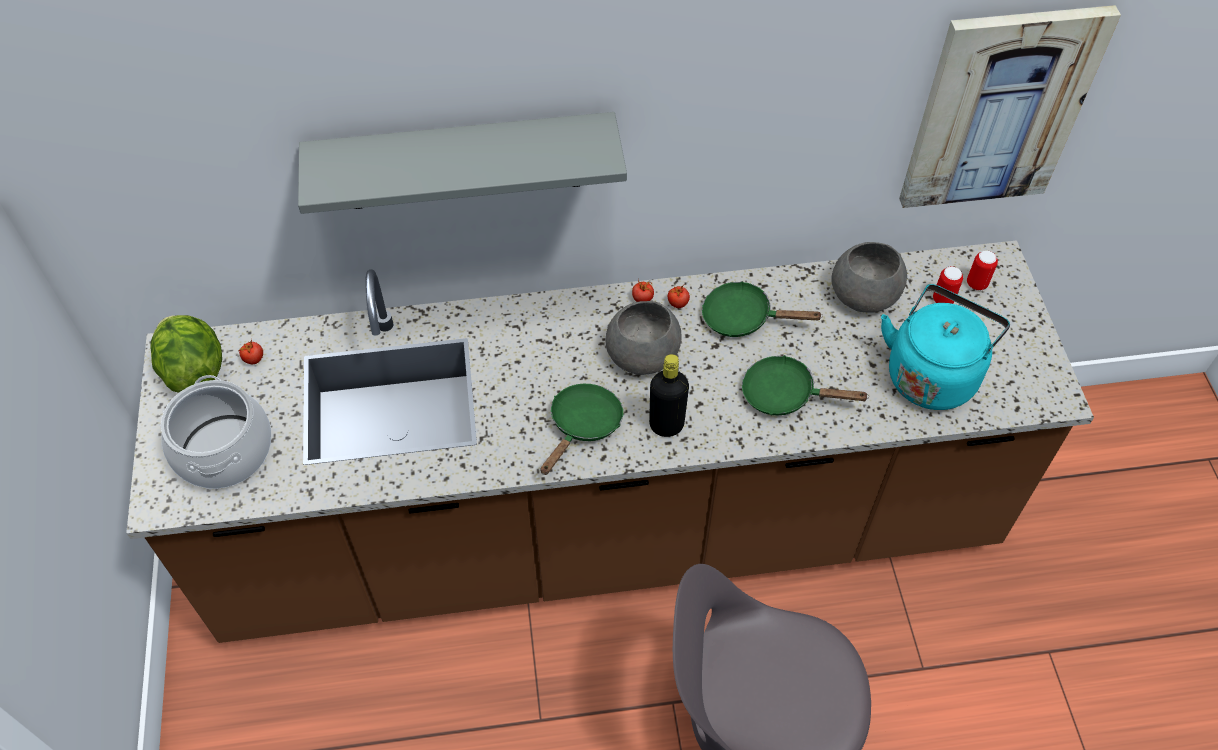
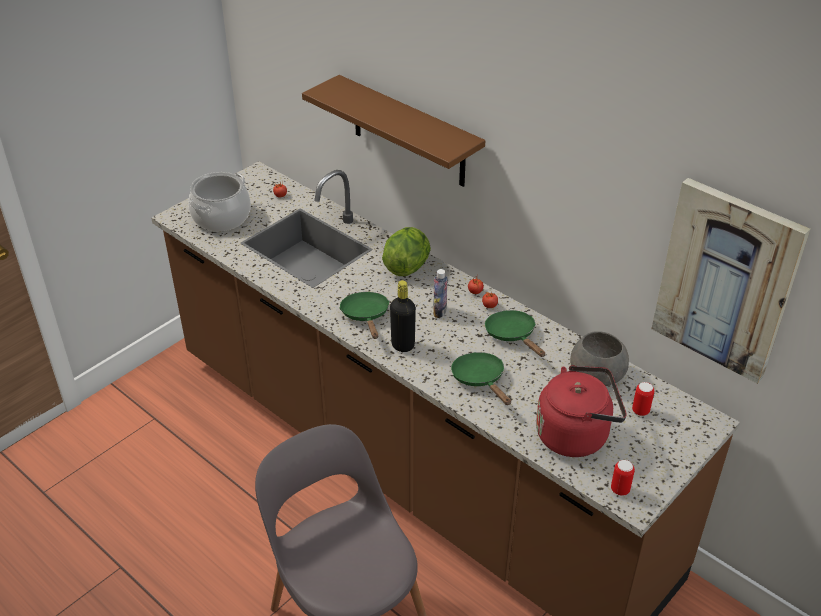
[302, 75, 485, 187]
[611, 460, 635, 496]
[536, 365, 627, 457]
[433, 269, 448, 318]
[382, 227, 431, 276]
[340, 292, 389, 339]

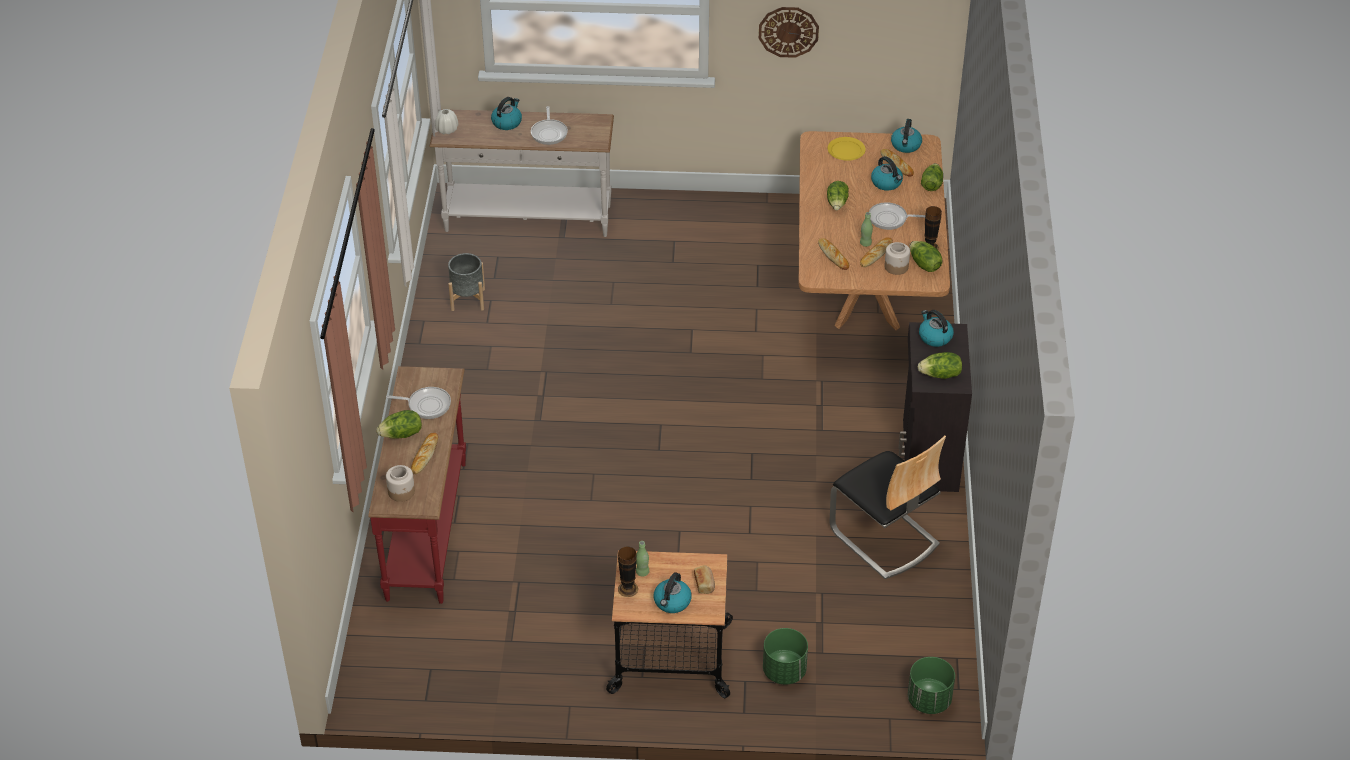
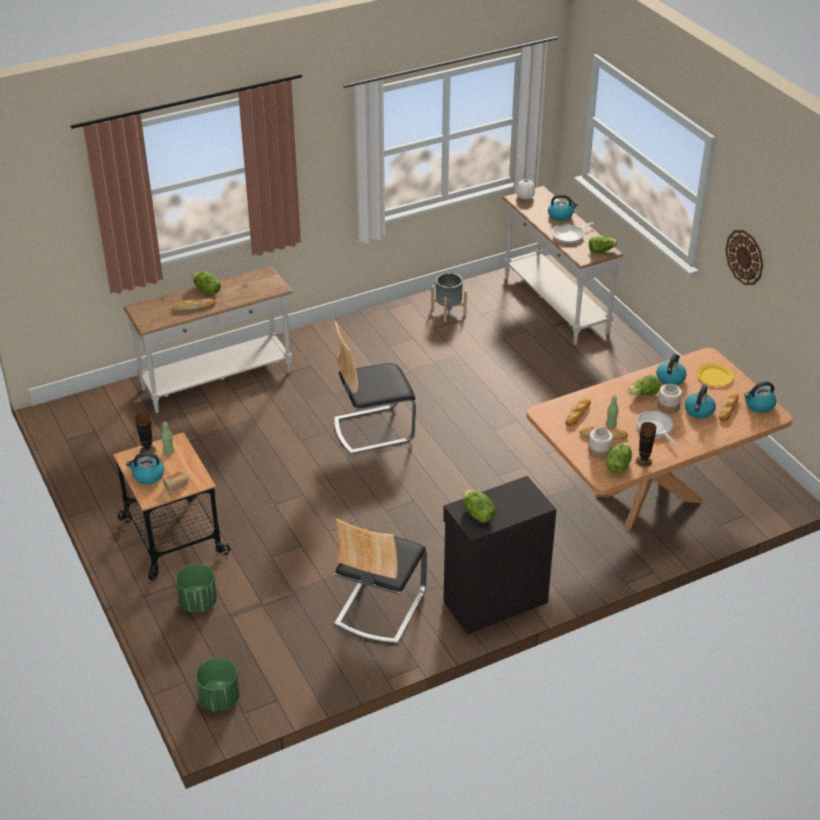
[589, 236, 618, 254]
[656, 354, 687, 385]
[123, 266, 293, 413]
[386, 387, 451, 419] (first image)
[657, 384, 682, 414]
[334, 321, 416, 454]

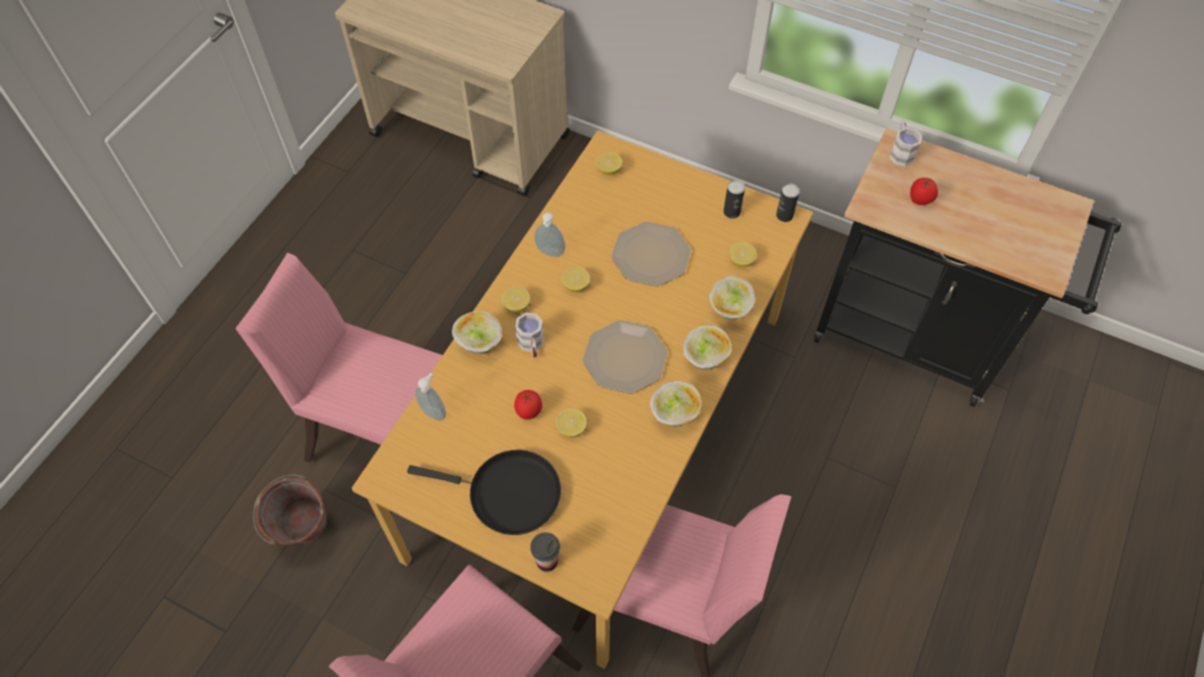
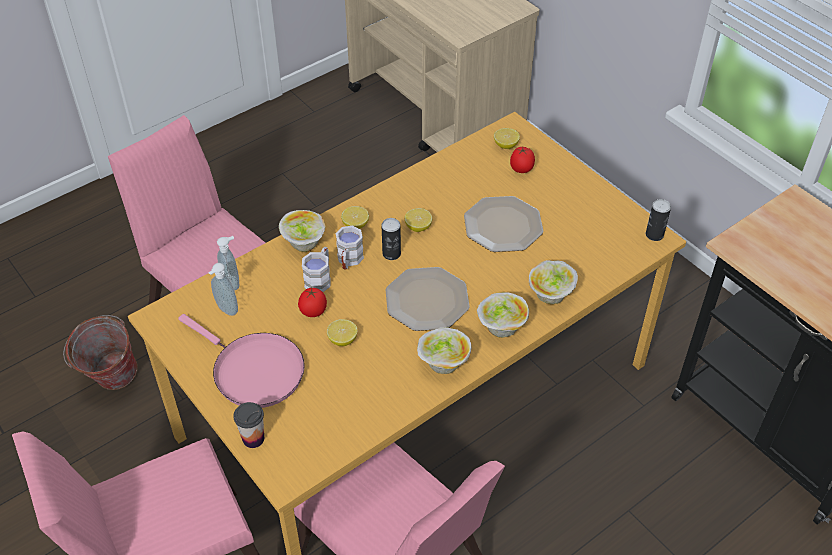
[302, 247, 331, 292]
[510, 147, 535, 173]
[382, 218, 401, 260]
[208, 263, 238, 316]
[729, 242, 757, 267] (first image)
[178, 314, 305, 408]

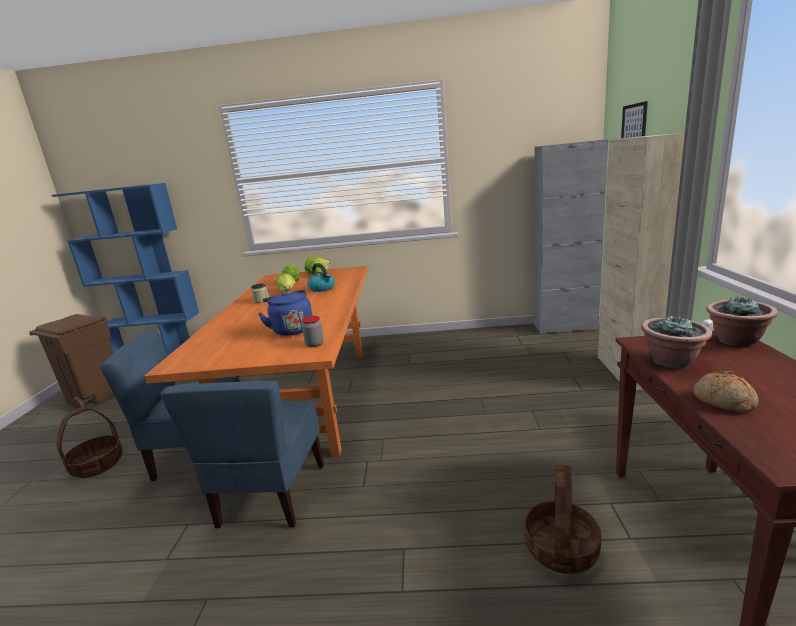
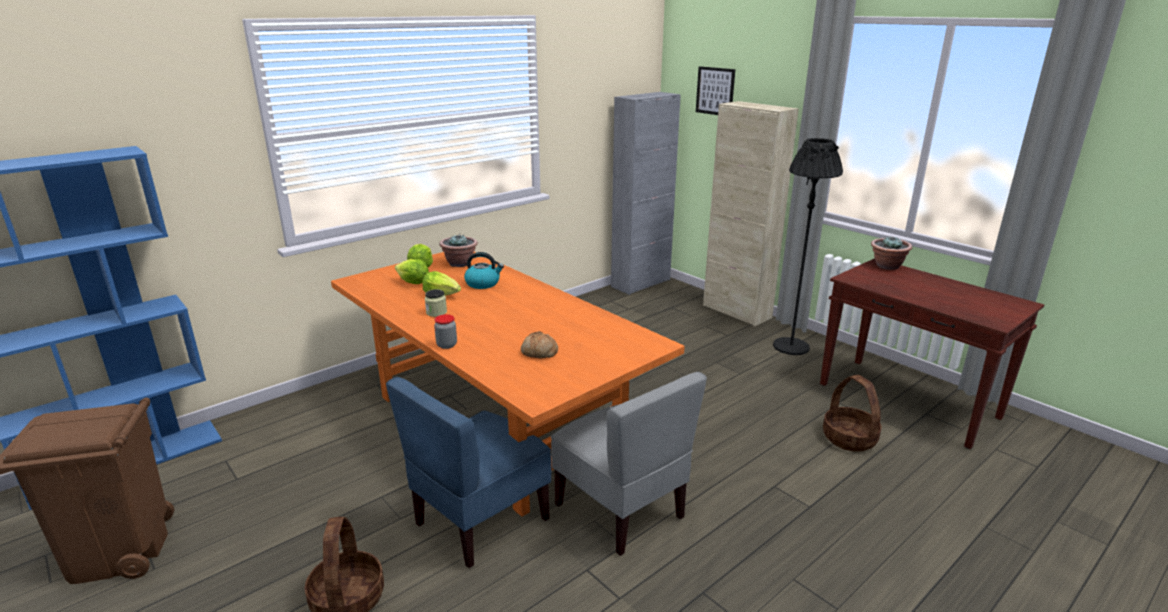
[258, 290, 312, 336] (first image)
[439, 234, 478, 267]
[434, 314, 457, 349]
[521, 331, 558, 358]
[551, 372, 707, 556]
[773, 138, 843, 355]

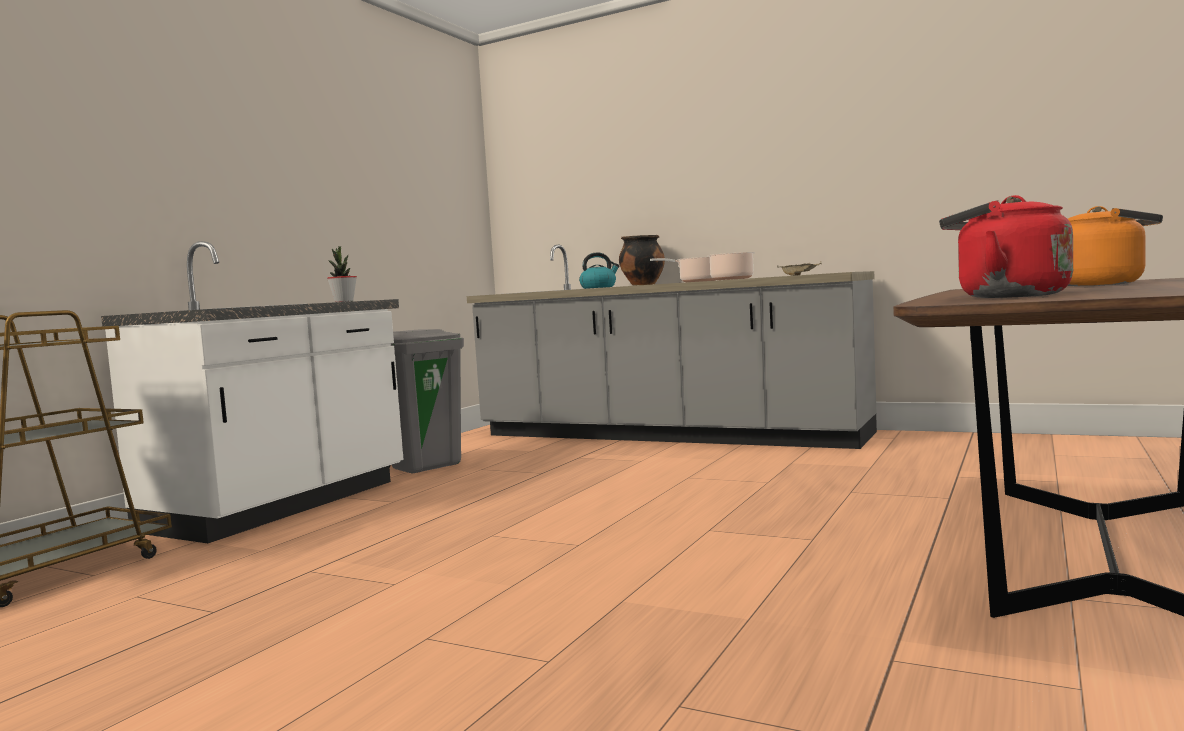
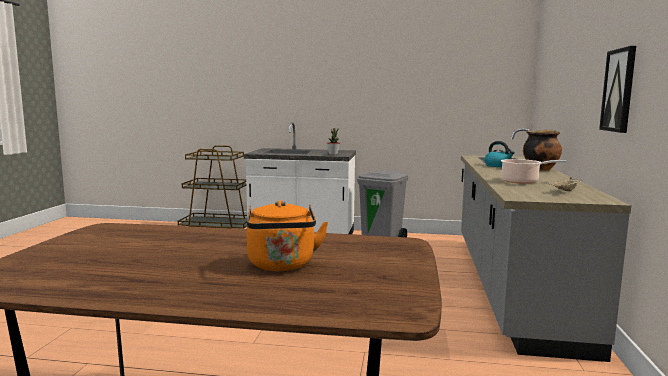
[939, 195, 1073, 298] (first image)
[650, 257, 715, 282] (first image)
[599, 46, 636, 133]

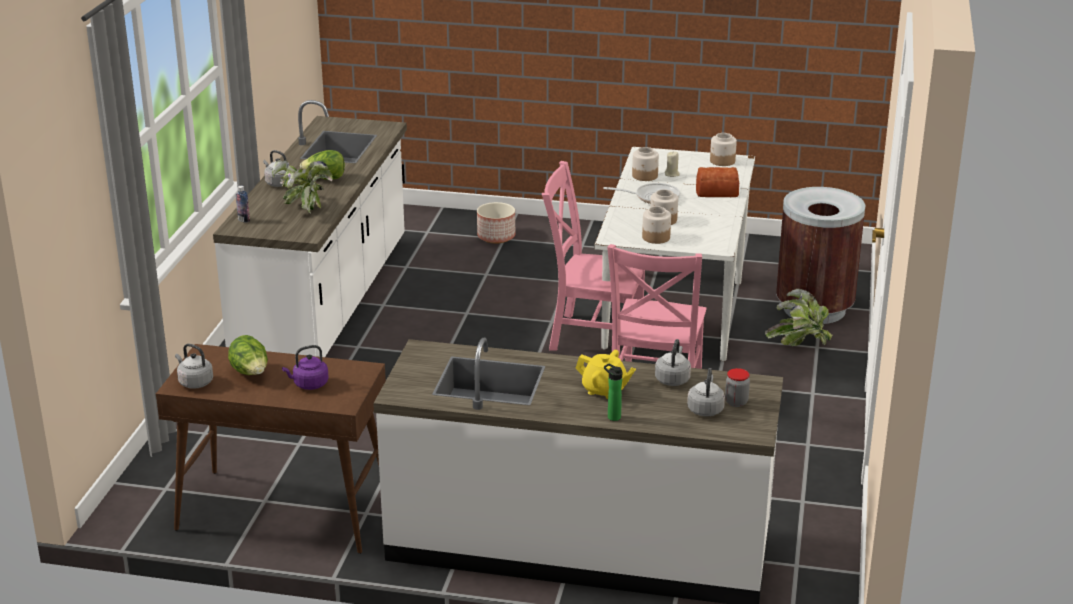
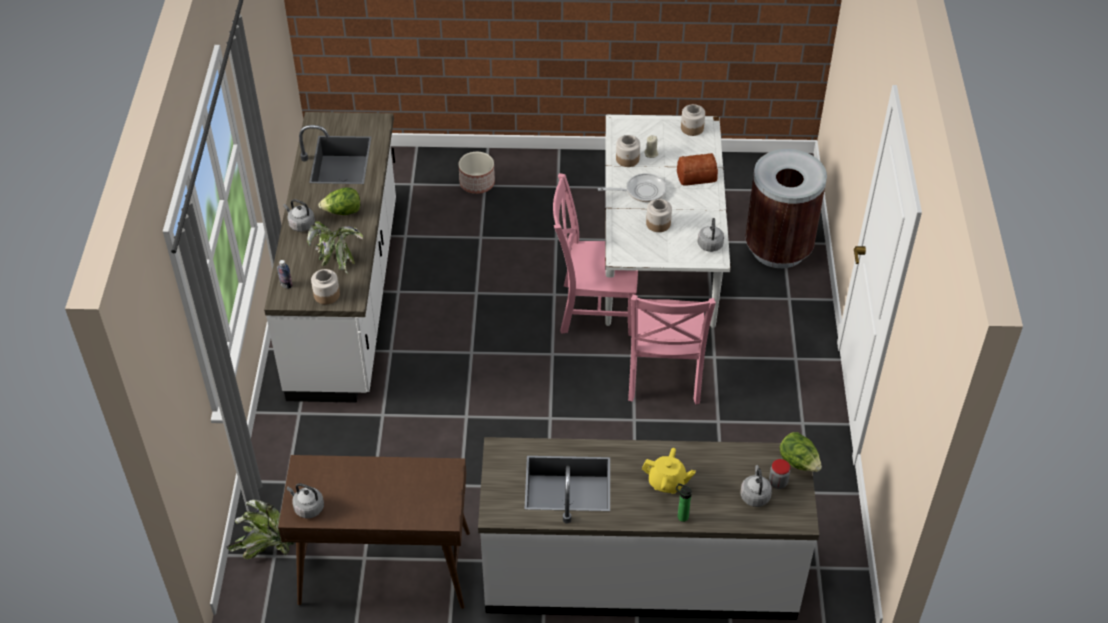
[311, 269, 340, 305]
[226, 500, 294, 559]
[779, 432, 822, 472]
[697, 218, 724, 252]
[282, 345, 329, 390] (first image)

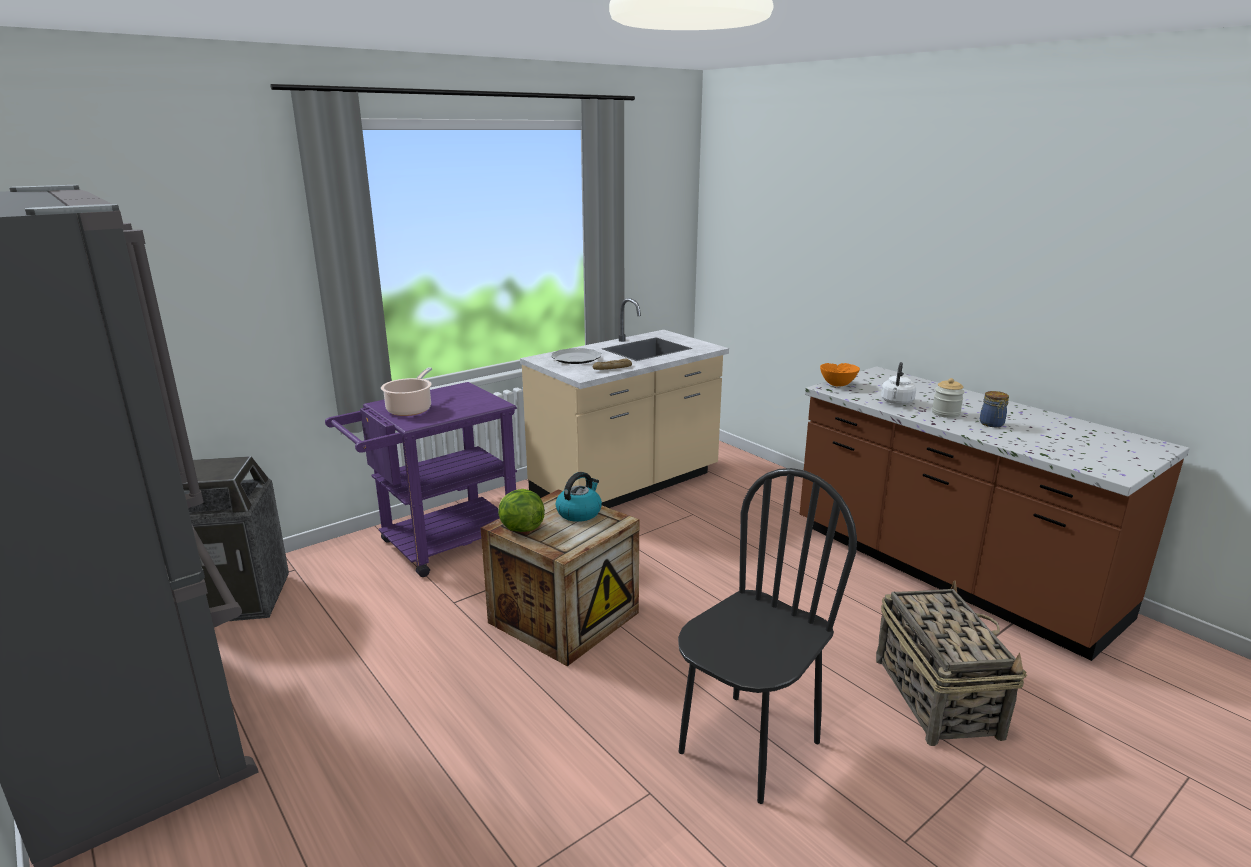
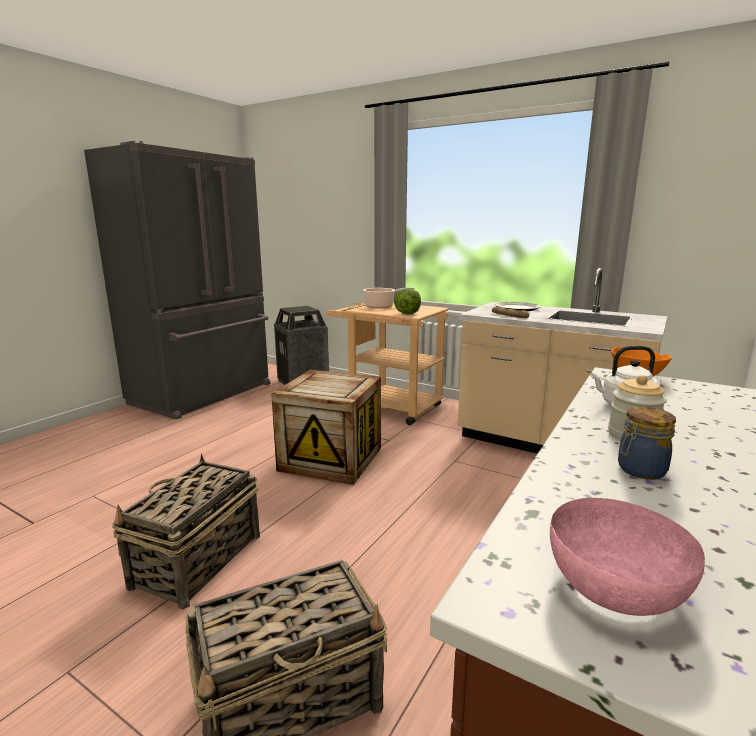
[326, 303, 448, 425]
[112, 454, 260, 610]
[556, 472, 602, 522] (first image)
[394, 289, 421, 314]
[550, 498, 705, 616]

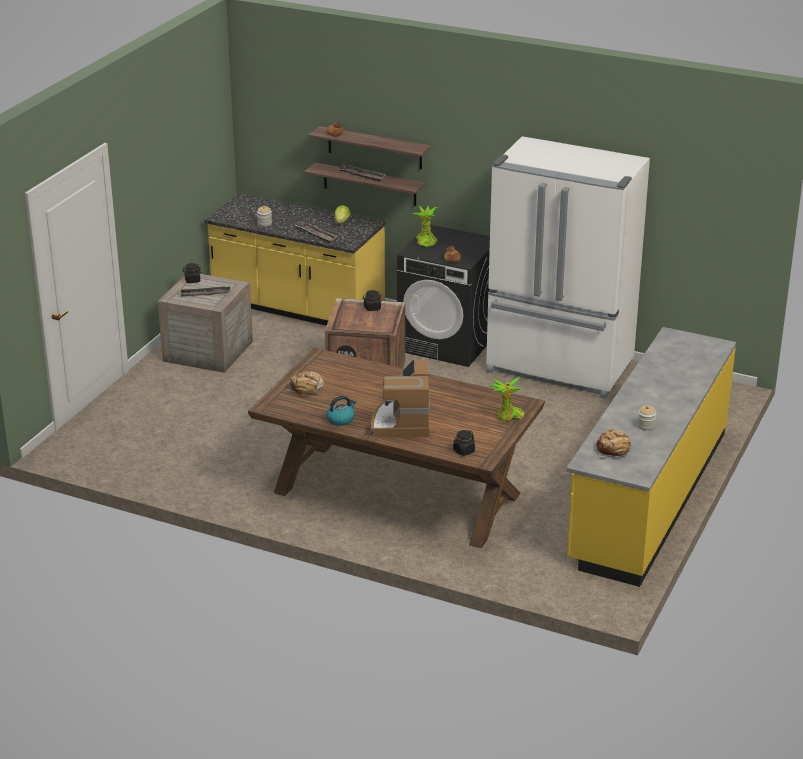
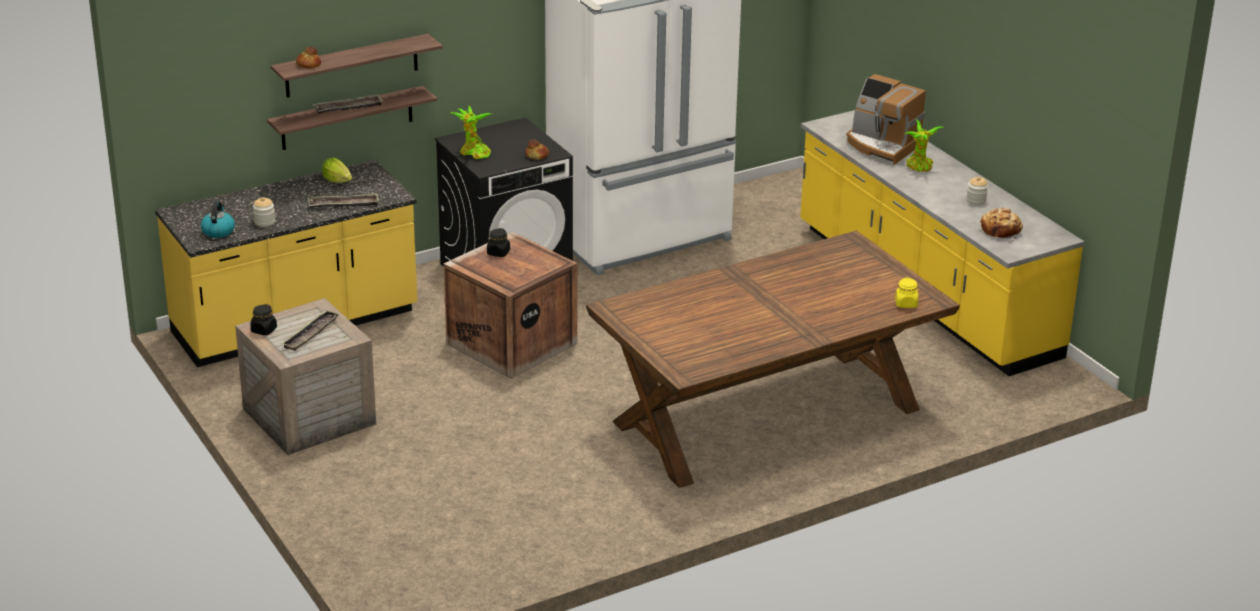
[847, 74, 926, 165]
[286, 370, 324, 396] (first image)
[904, 119, 943, 172]
[201, 201, 235, 238]
[895, 278, 918, 308]

